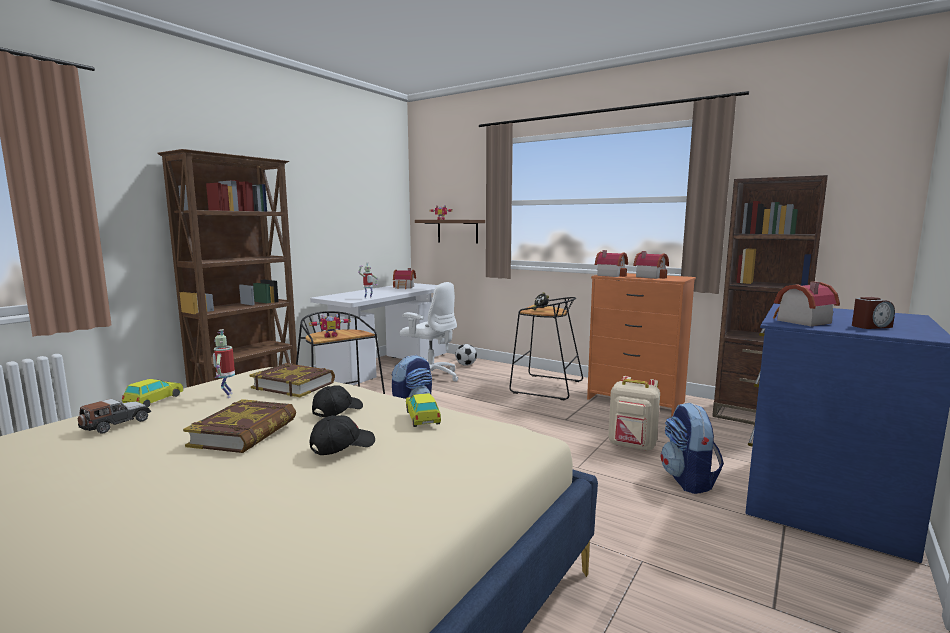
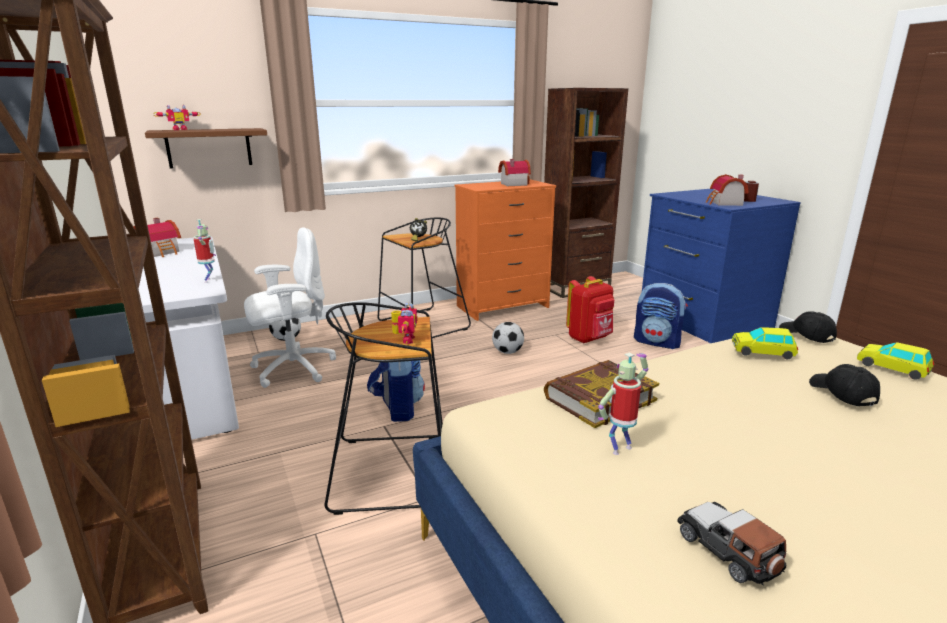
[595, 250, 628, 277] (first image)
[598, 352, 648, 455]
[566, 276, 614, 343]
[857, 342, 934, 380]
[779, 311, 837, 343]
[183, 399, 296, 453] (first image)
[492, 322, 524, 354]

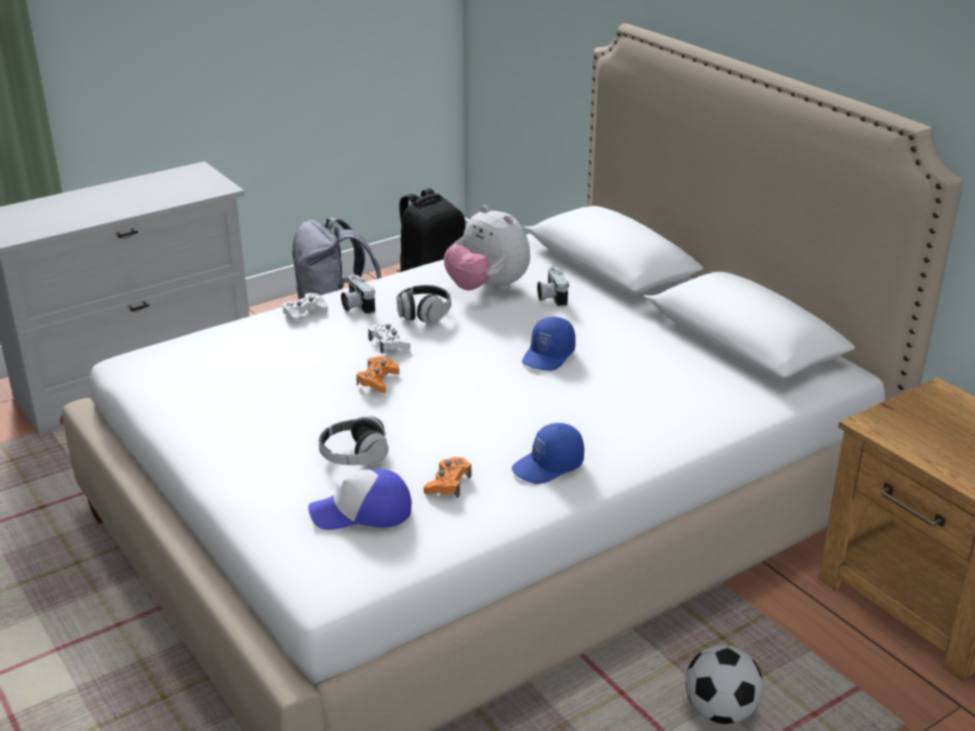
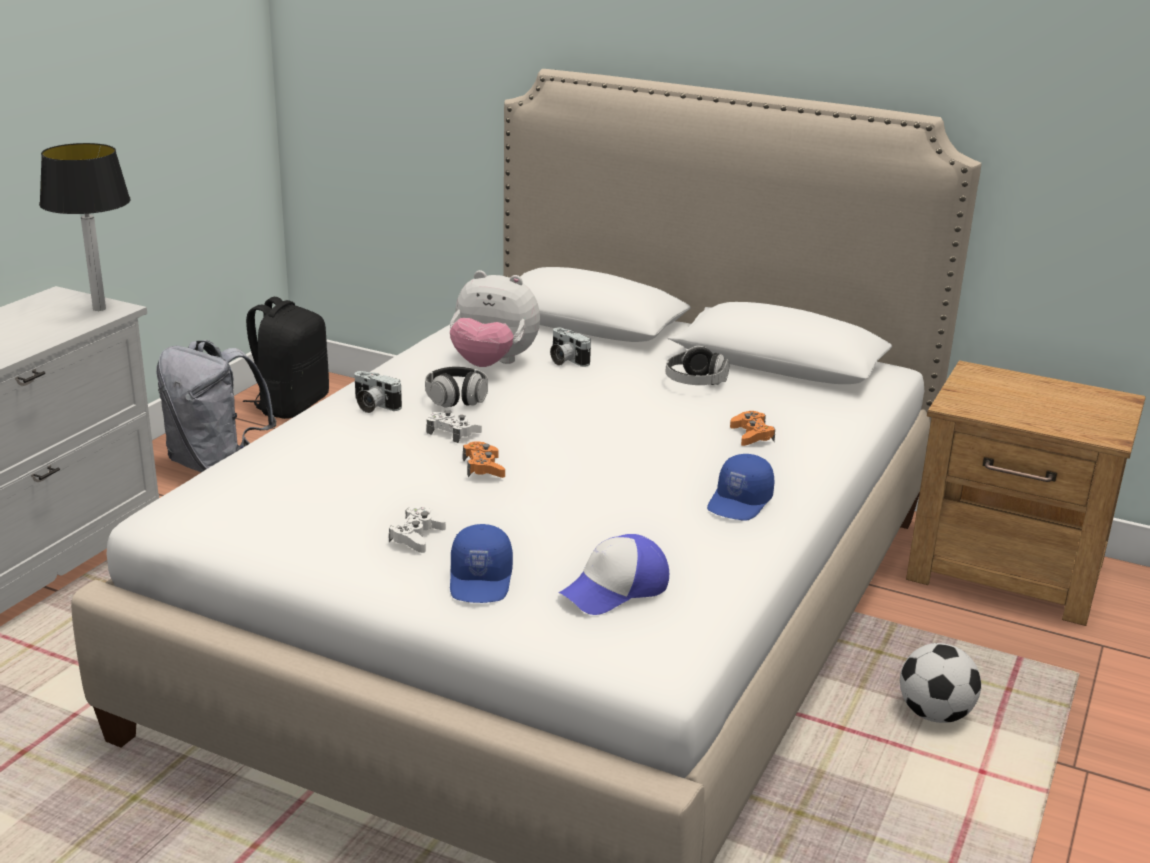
[389, 506, 446, 553]
[450, 524, 513, 603]
[666, 346, 730, 385]
[730, 411, 775, 446]
[39, 143, 130, 311]

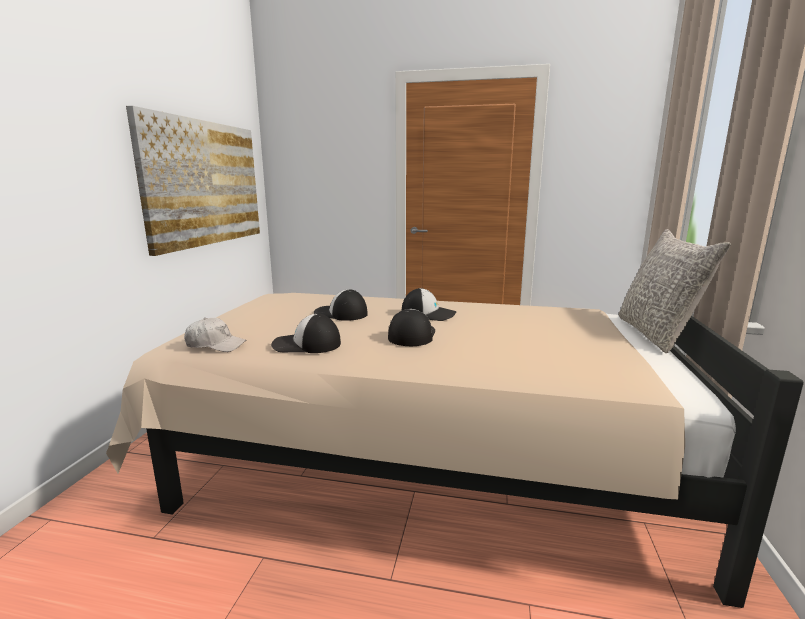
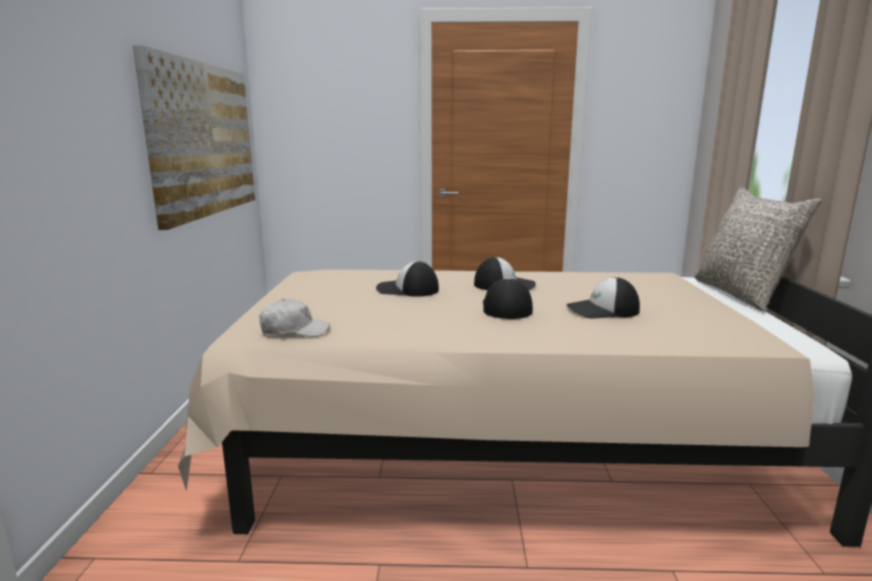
[566, 277, 640, 318]

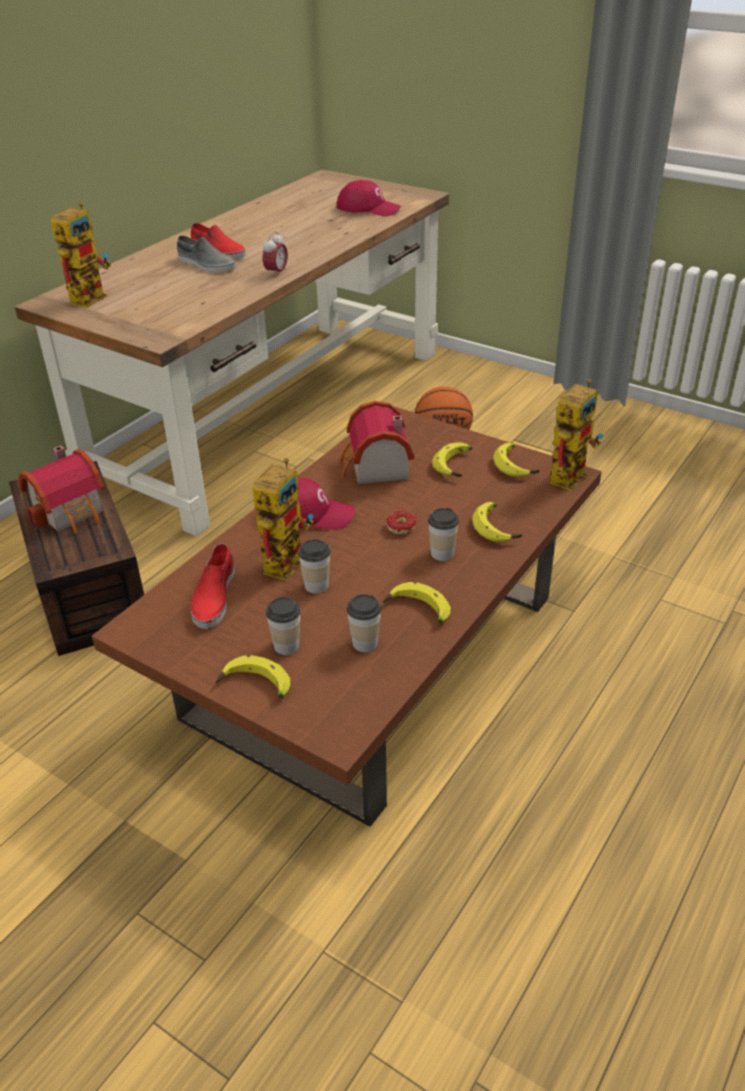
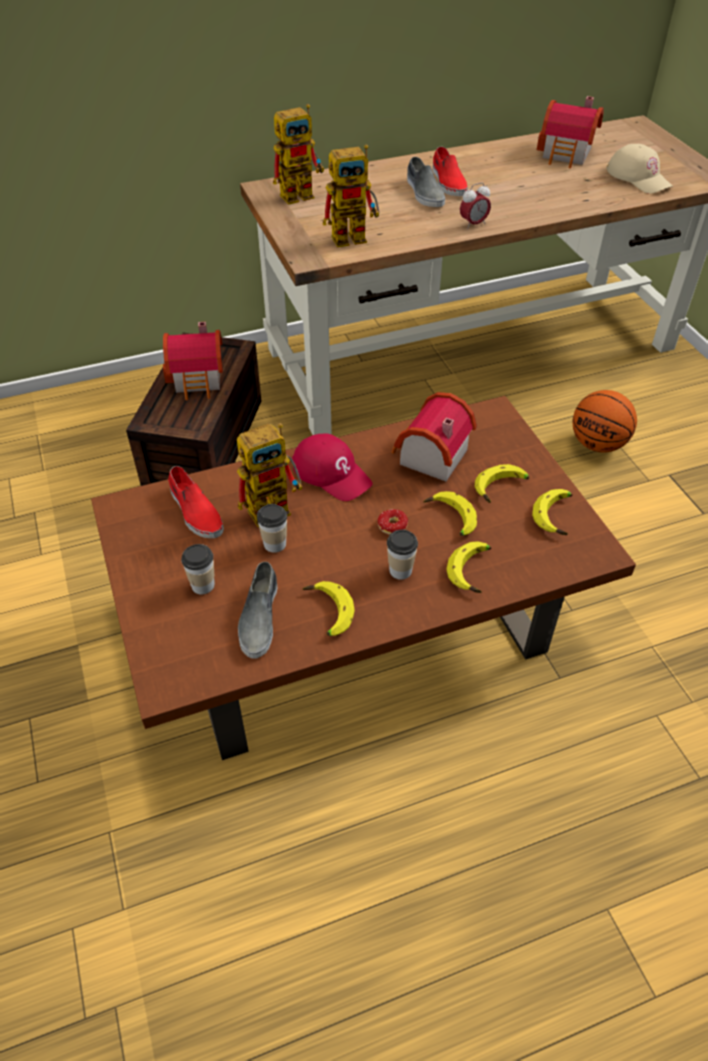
[606, 144, 673, 194]
[323, 144, 379, 247]
[168, 466, 224, 538]
[238, 562, 277, 659]
[423, 491, 477, 536]
[537, 96, 604, 168]

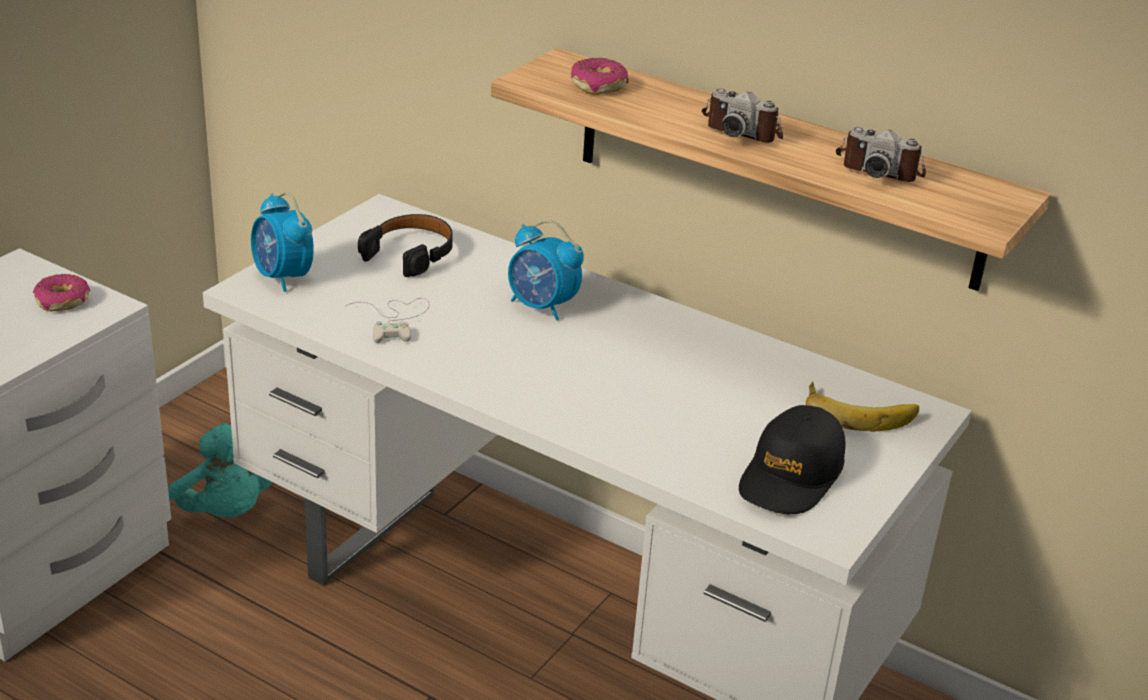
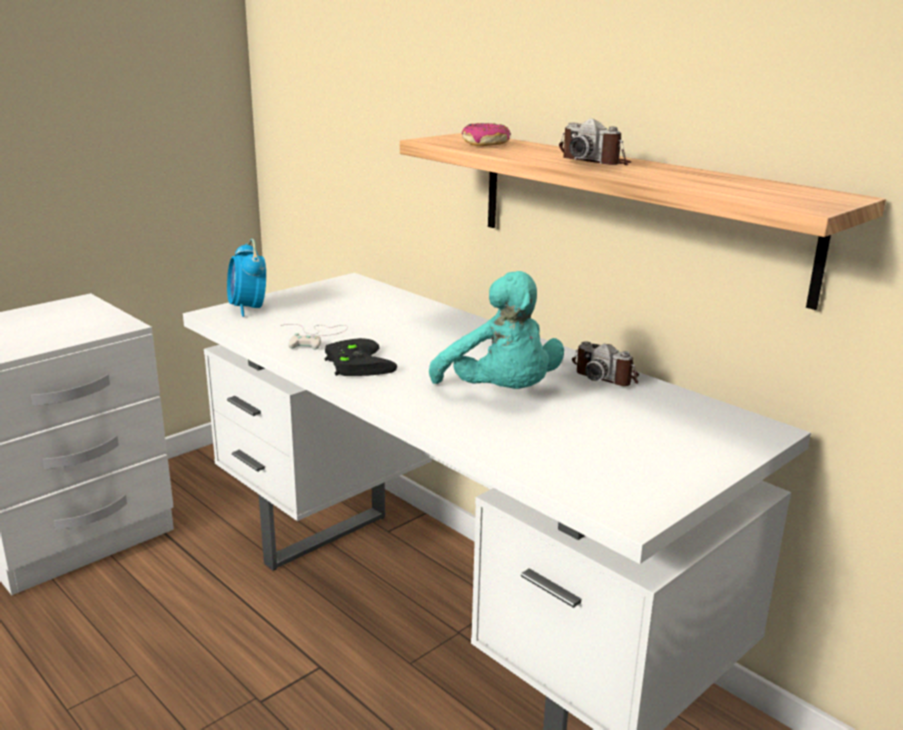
[572, 341, 639, 386]
[358, 214, 453, 277] (first image)
[508, 220, 584, 321] (first image)
[33, 274, 90, 312] (first image)
[806, 382, 919, 432] (first image)
[739, 405, 845, 514] (first image)
[429, 271, 564, 389]
[324, 338, 397, 376]

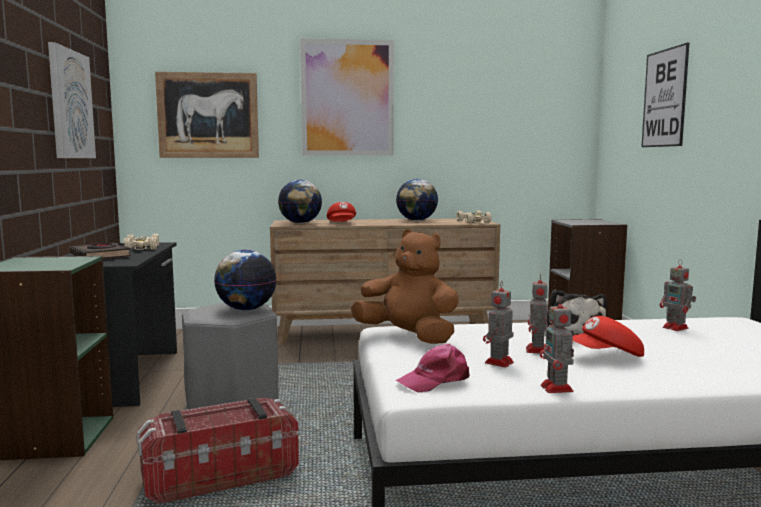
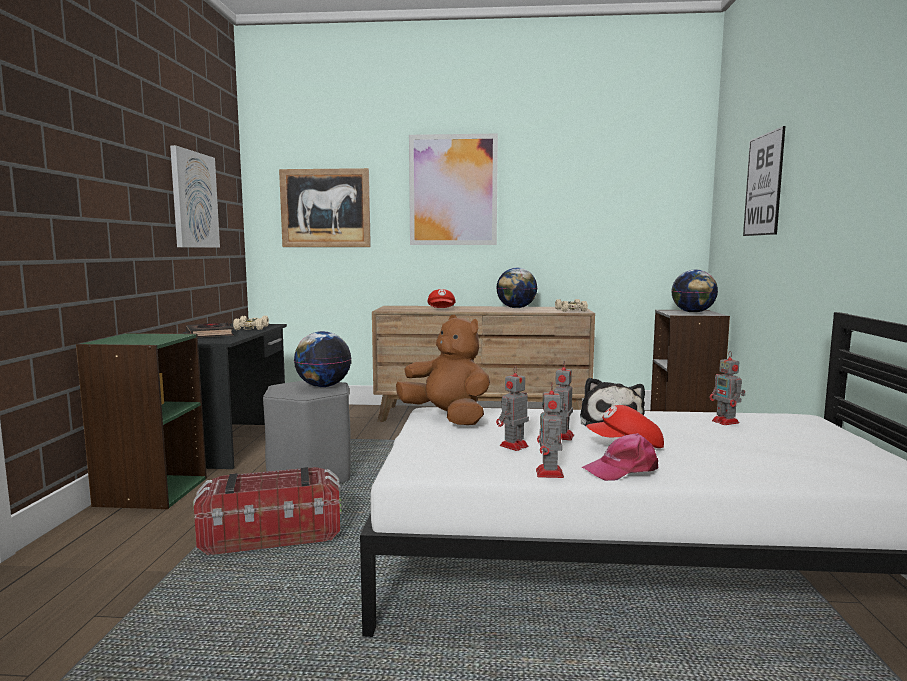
[671, 269, 718, 313]
[582, 433, 659, 481]

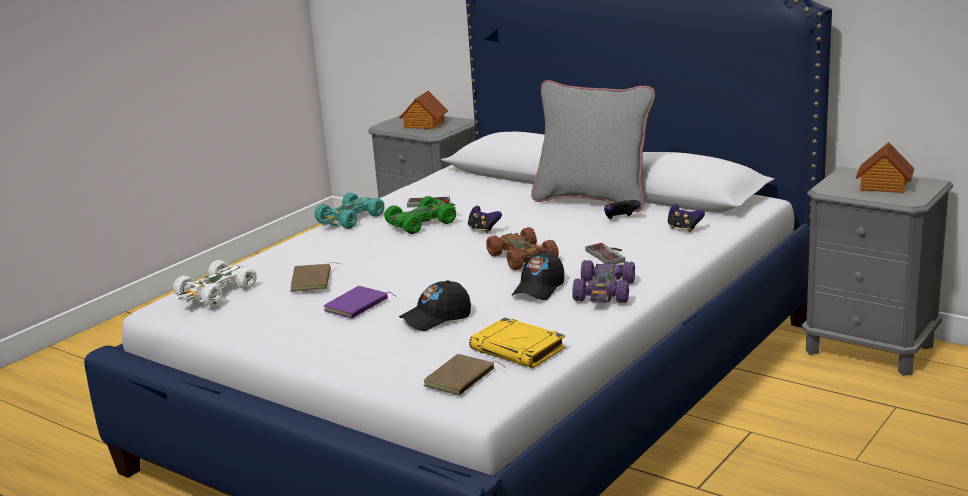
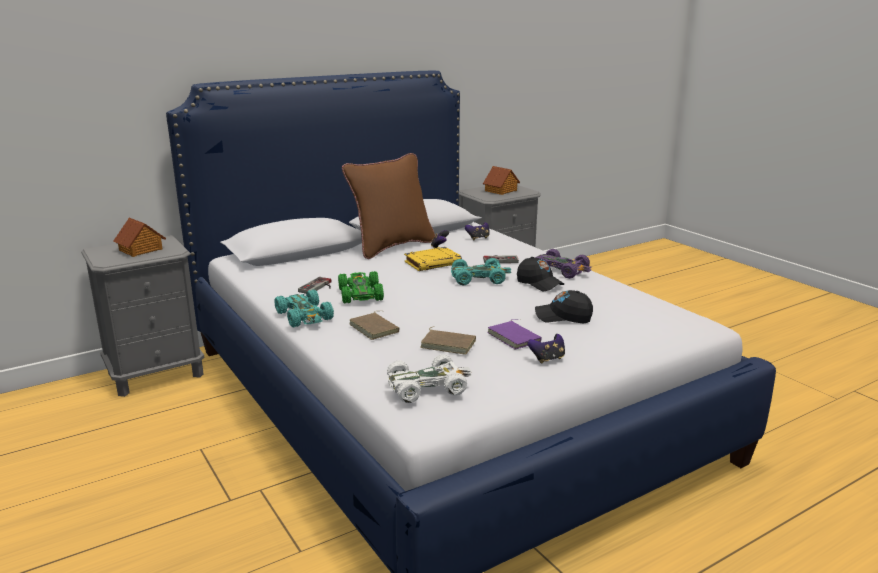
[342, 153, 436, 259]
[528, 334, 565, 363]
[451, 258, 511, 285]
[387, 354, 472, 403]
[535, 290, 593, 323]
[404, 247, 462, 271]
[349, 311, 400, 340]

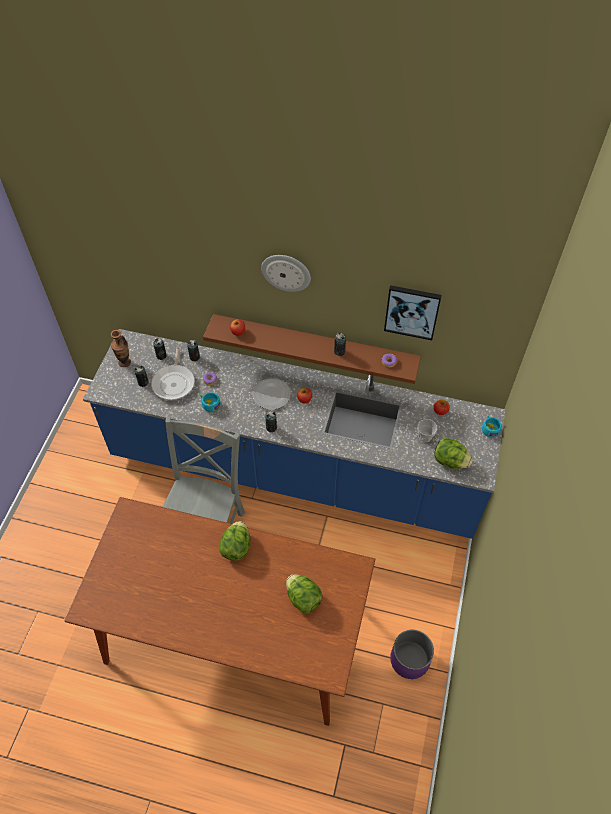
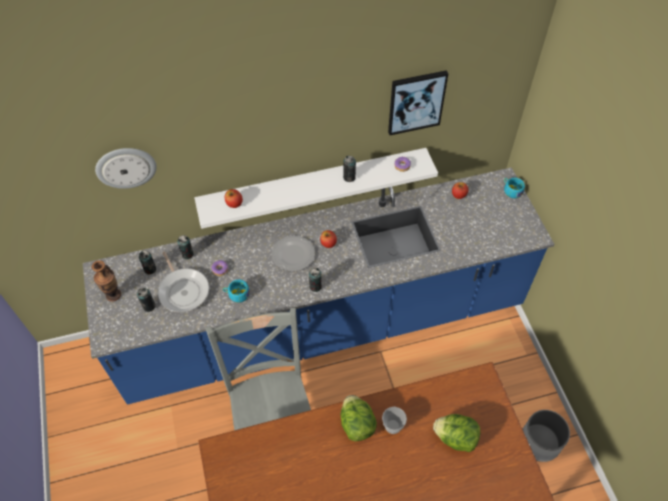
[95, 148, 157, 189]
[194, 148, 438, 229]
[382, 407, 407, 434]
[434, 438, 473, 469] (first image)
[523, 410, 570, 462]

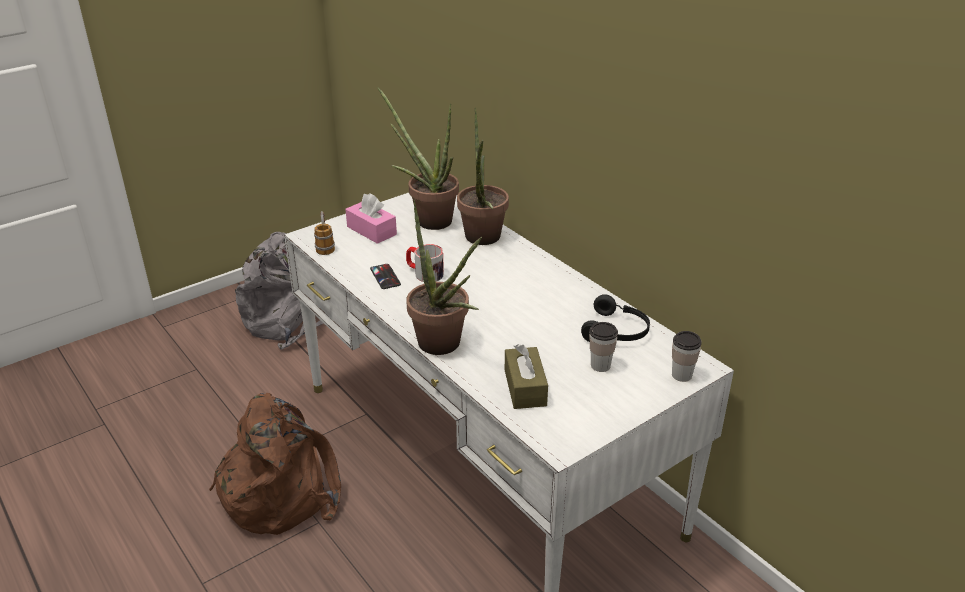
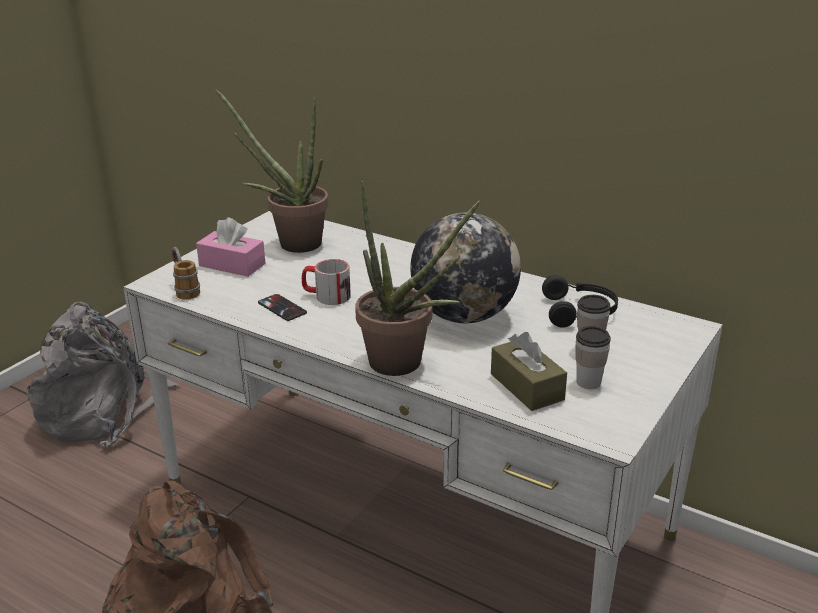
[457, 108, 509, 245] (first image)
[575, 326, 611, 389]
[410, 212, 521, 323]

